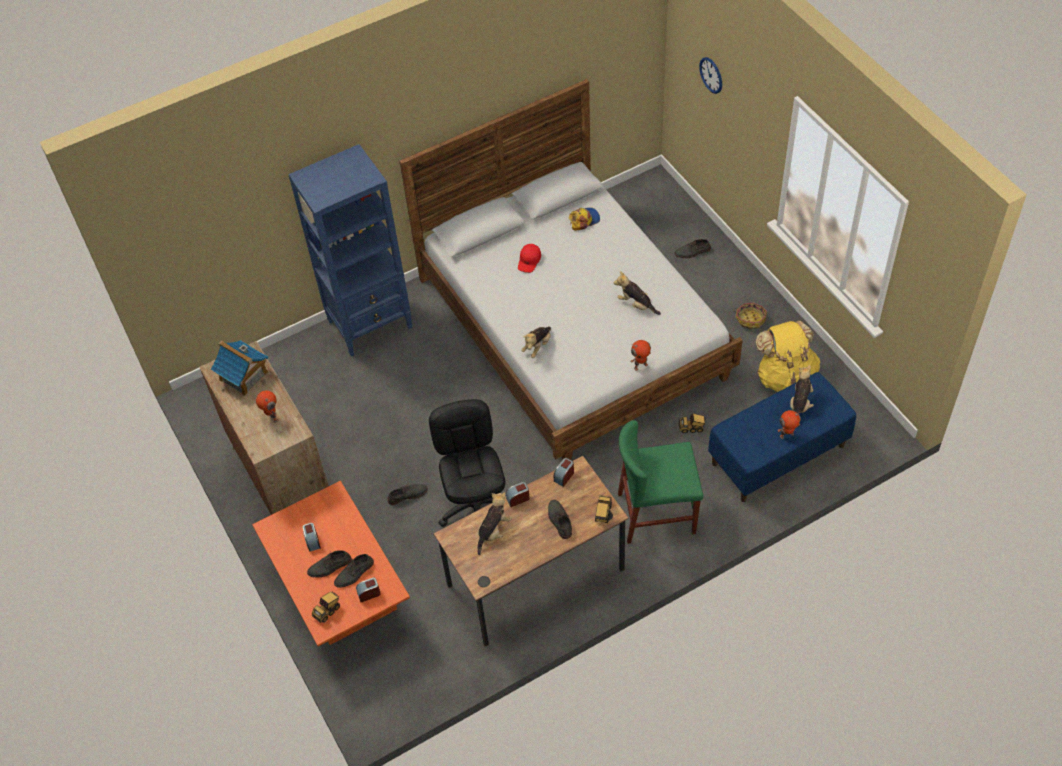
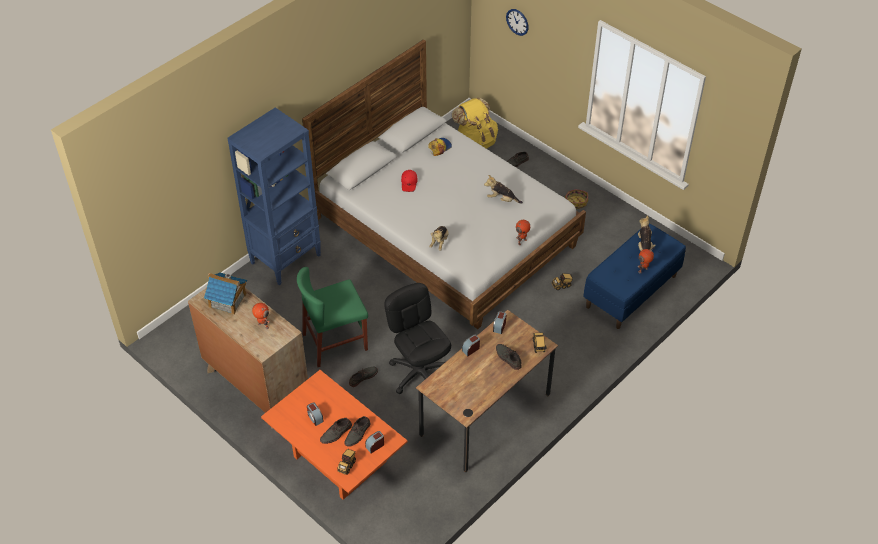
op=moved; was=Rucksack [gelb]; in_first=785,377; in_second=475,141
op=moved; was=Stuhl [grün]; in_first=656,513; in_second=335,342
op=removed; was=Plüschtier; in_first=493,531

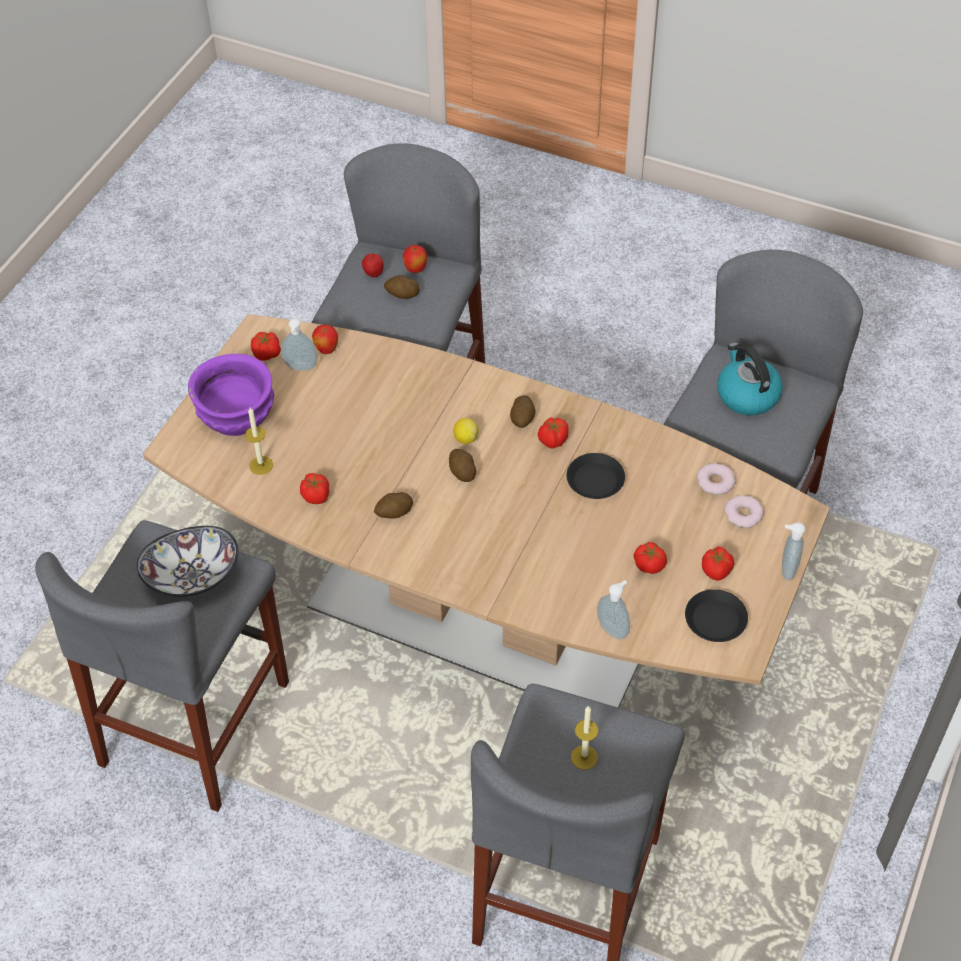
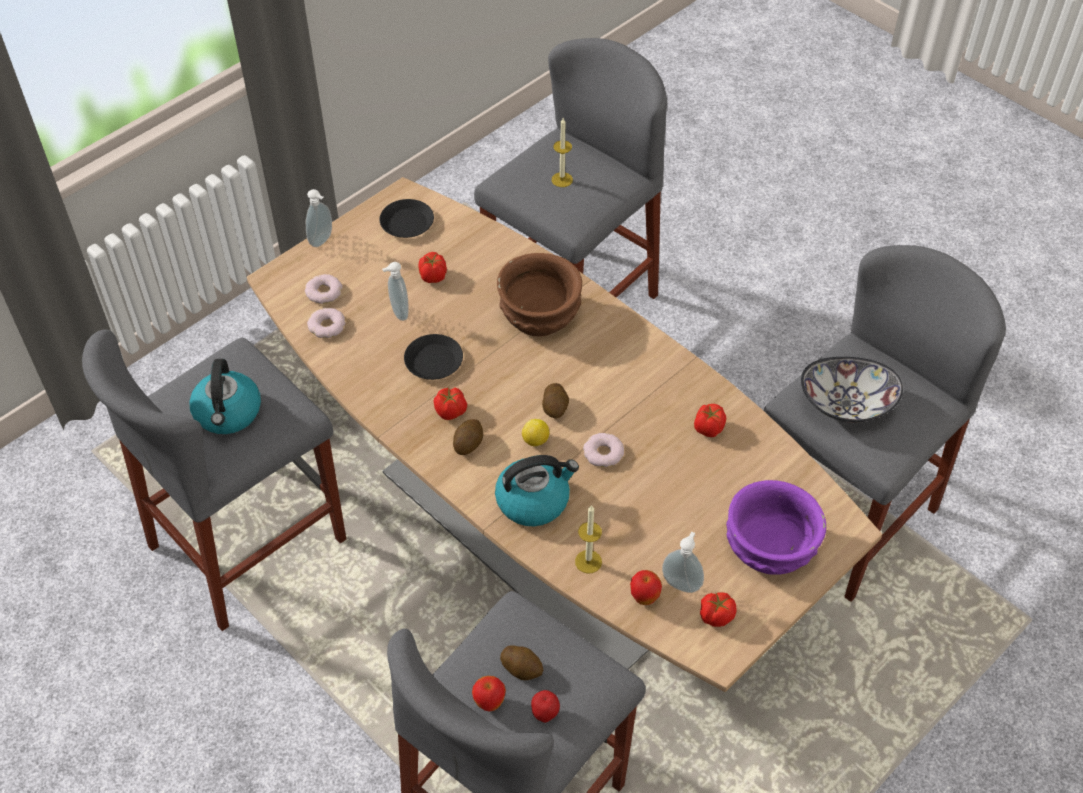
op=moved; was=Kerze; in_first=261,465; in_second=588,561
op=removed; was=Kartoffel; in_first=394,513
op=removed; was=Tomate; in_first=716,571
op=moved; was=Seifenspender; in_first=613,629; in_second=398,313
op=added; now=Schüssel [braun]; in_second=541,315
op=added; now=Donut; in_second=603,453
op=added; now=Wasserkessel; in_second=534,500

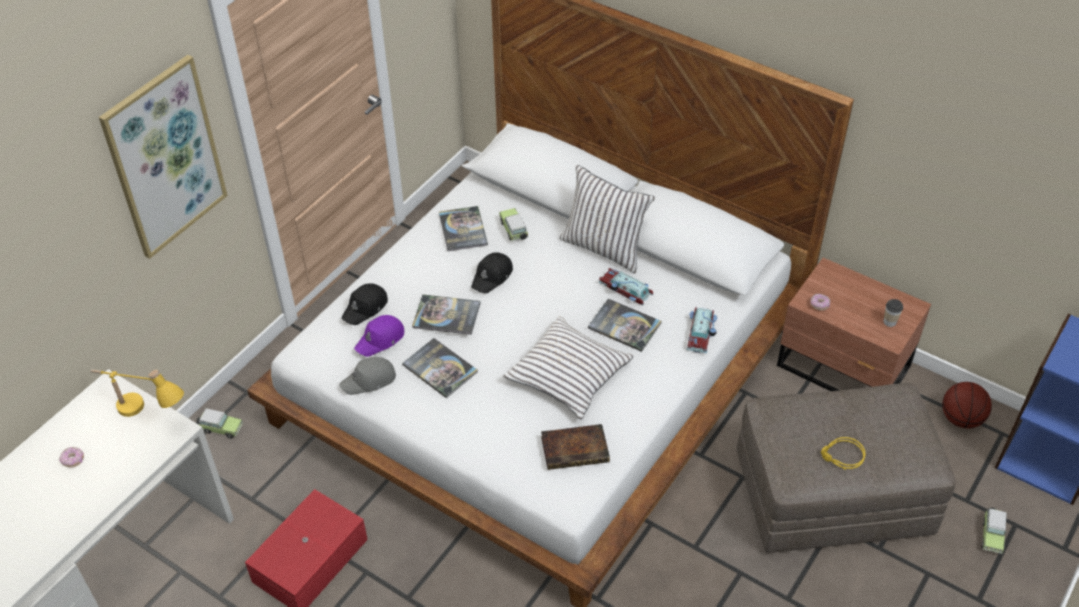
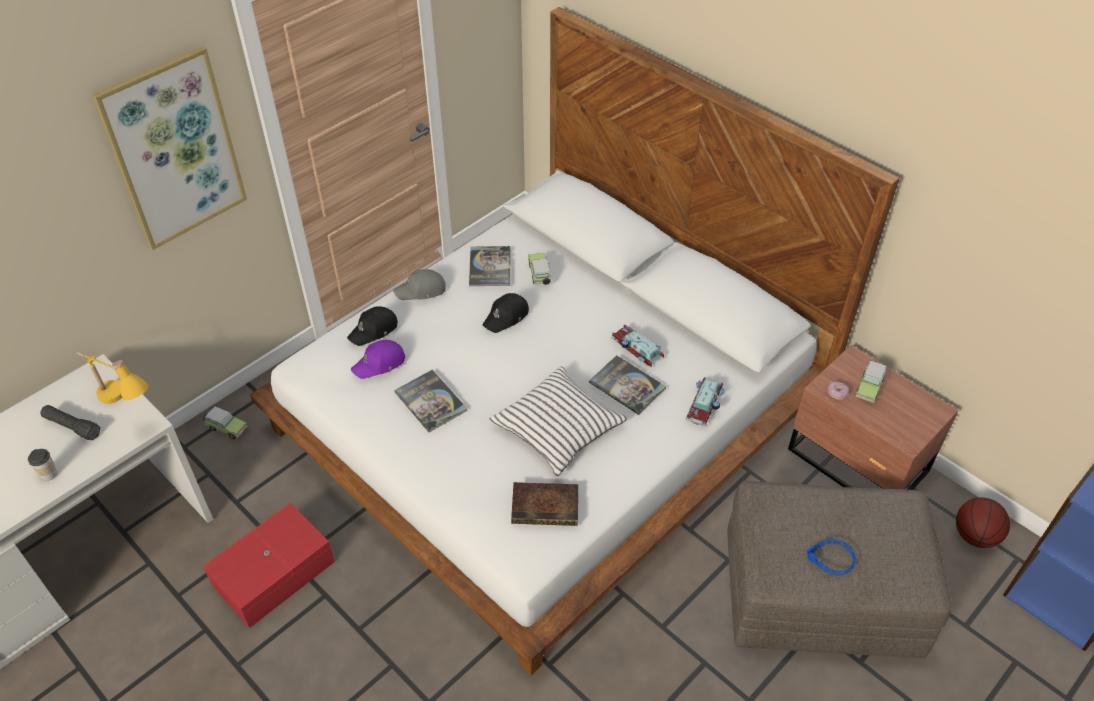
op=removed; was=Kissen [weiß]; in_first=604,247
op=removed; was=Buch; in_first=446,315
op=moved; was=Tasse; in_first=889,322; in_second=49,474
op=moved; was=Kappe [grau]; in_first=369,380; in_second=421,290
op=recoloured; was=Kopfhörer [gelb]; now=Kopfhörer [blau]; in_first=842,457; in_second=829,560
op=removed; was=Donut; in_first=73,460
op=moved; was=Spielzeugauto; in_first=992,535; in_second=869,387
op=added; now=Taschenlampe [schwarz]; in_second=72,427

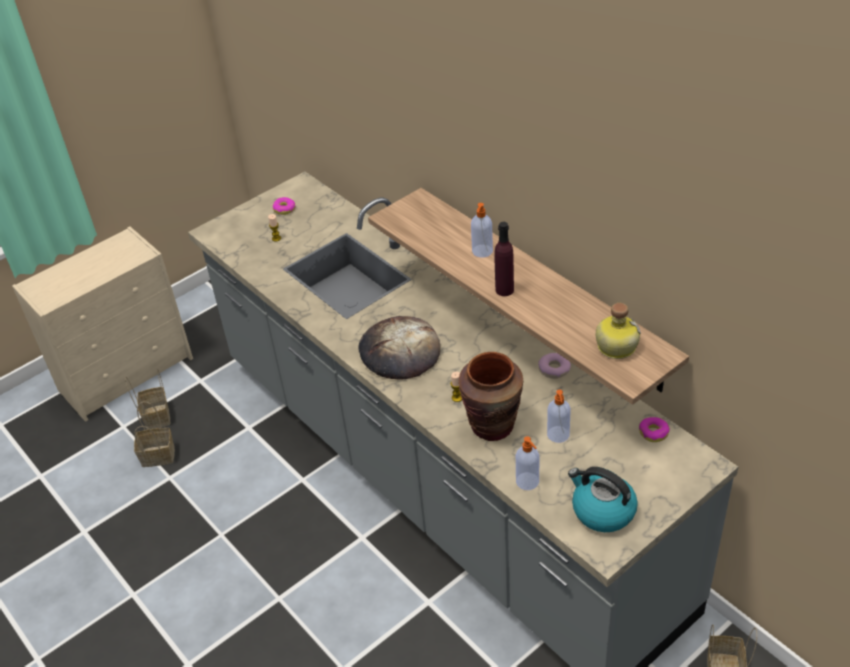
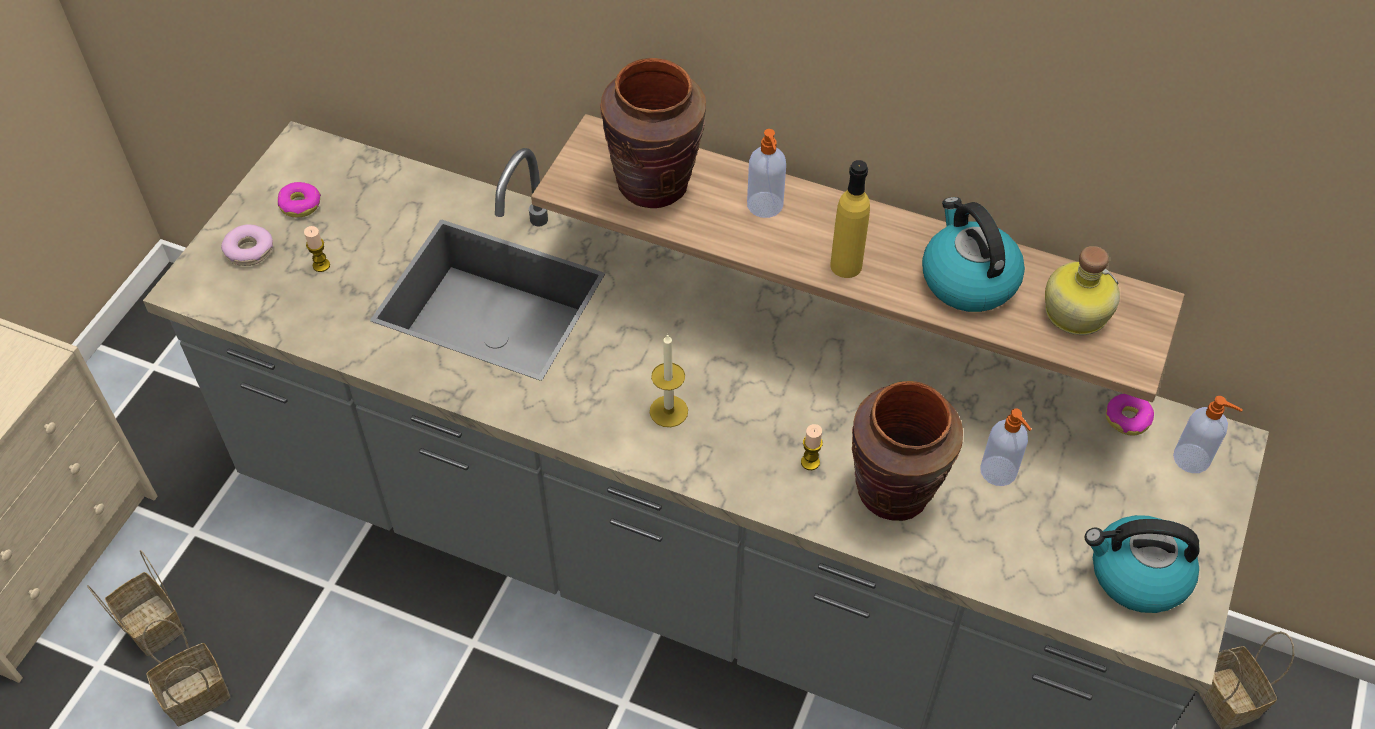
op=recoloured; was=Flasche [lila]; now=Flasche [gelb]; in_first=504,290; in_second=846,266
op=replaced; was=Brot; now=Kerze; in_first=400,351; in_second=668,411
op=moved; was=Donut; in_first=554,369; in_second=249,251
op=moved; was=Seifenspender; in_first=528,482; in_second=1193,459
op=added; now=Vase [braun]; in_second=654,185
op=added; now=Wasserkessel; in_second=967,279

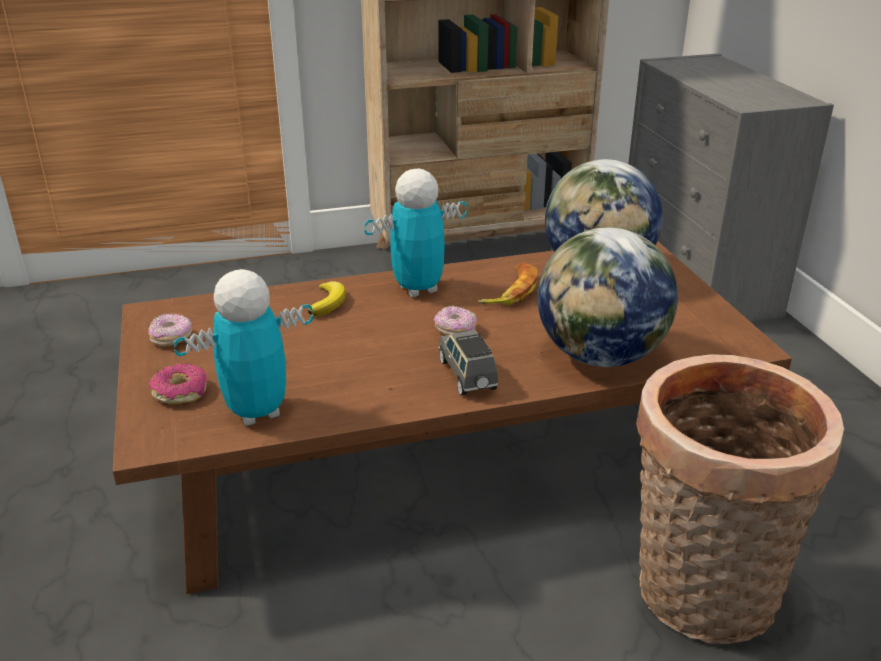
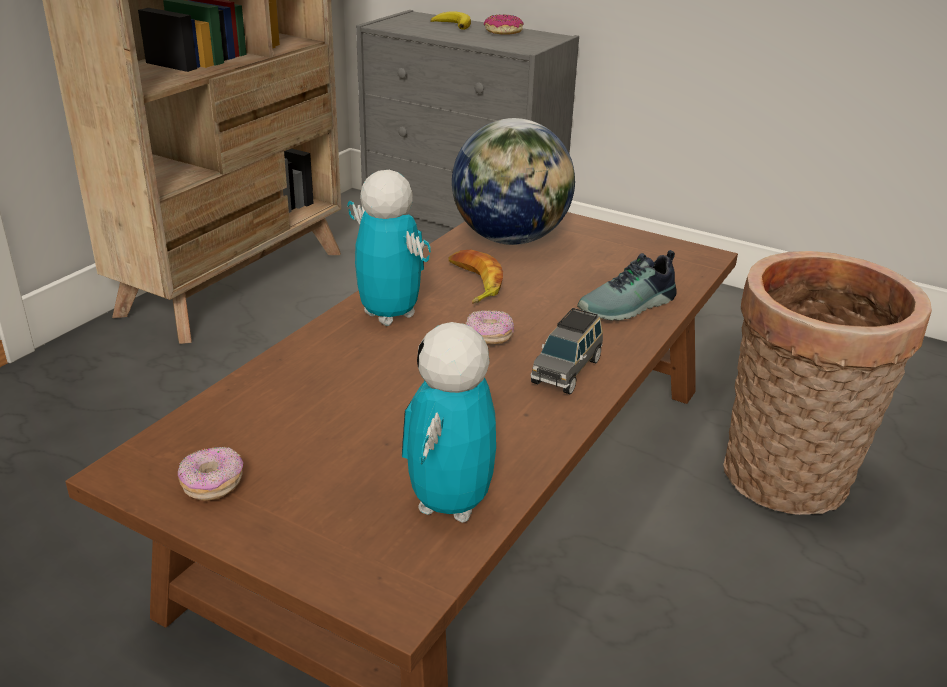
op=turned; was=Spielzeugroboter; in_first=417,289; in_second=389,315; clockwise=120
op=replaced; was=Globus; now=Schuh; in_first=600,356; in_second=629,307
op=moved; was=Banane; in_first=328,302; in_second=453,25
op=turned; was=Spielzeugauto [grau]; in_first=467,376; in_second=567,371; clockwise=-90
op=moved; was=Donut; in_first=180,392; in_second=503,32

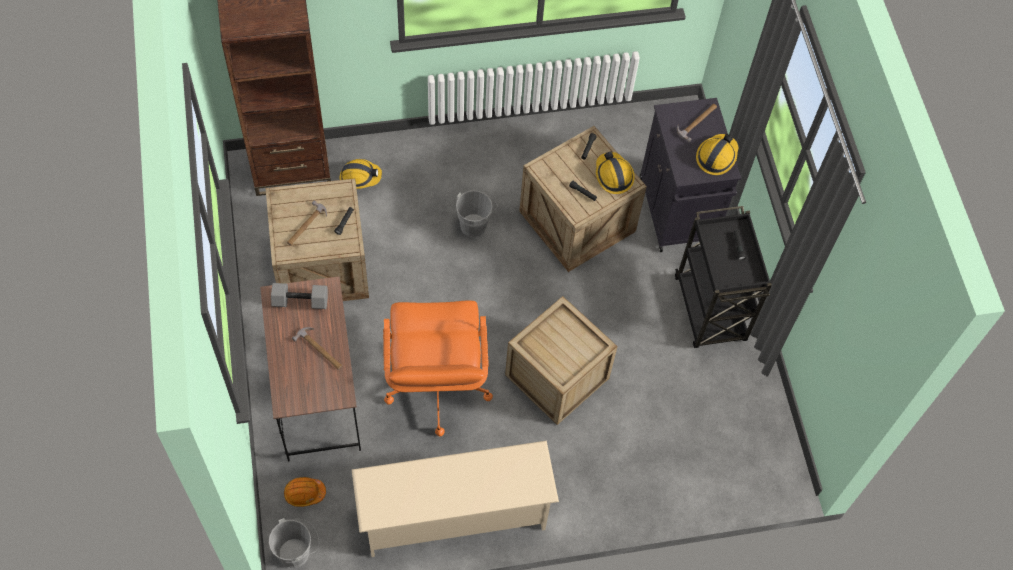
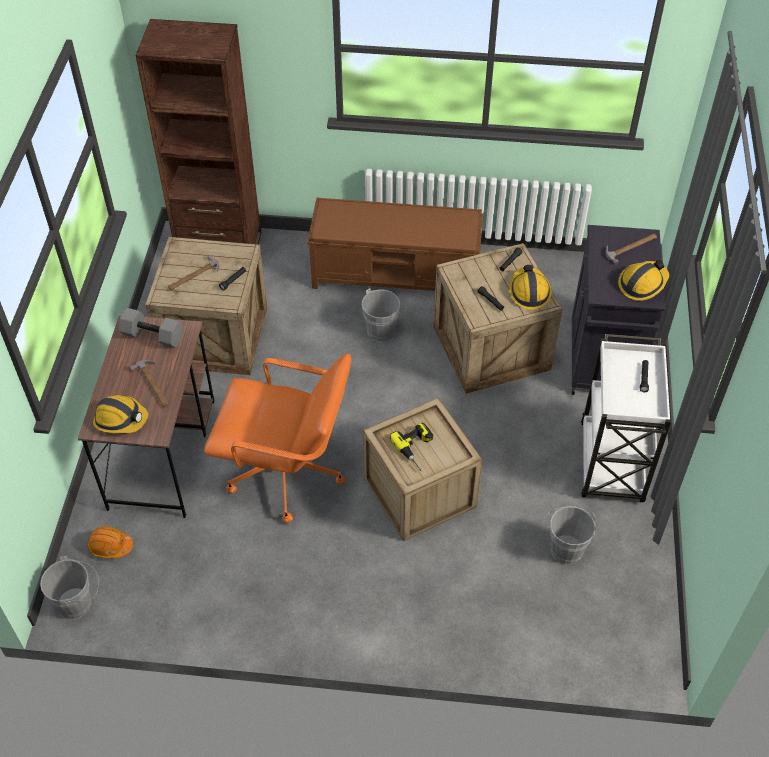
op=moved; was=Schutzhelm; in_first=360,177; in_second=121,419
op=recoloured; was=Rollwagen [schwarz]; now=Rollwagen [weiß]; in_first=710,311; in_second=611,464
op=turned; was=Bürostuhl [orange]; in_first=436,387; in_second=287,474; clockwise=-90
op=removed; was=Schuhregal [beige]; in_first=454,514
op=added; now=Bank [braun]; in_second=396,275
op=added; now=Bohrmaschine; in_second=418,449
op=added; now=Eimer [grau]; in_second=564,547

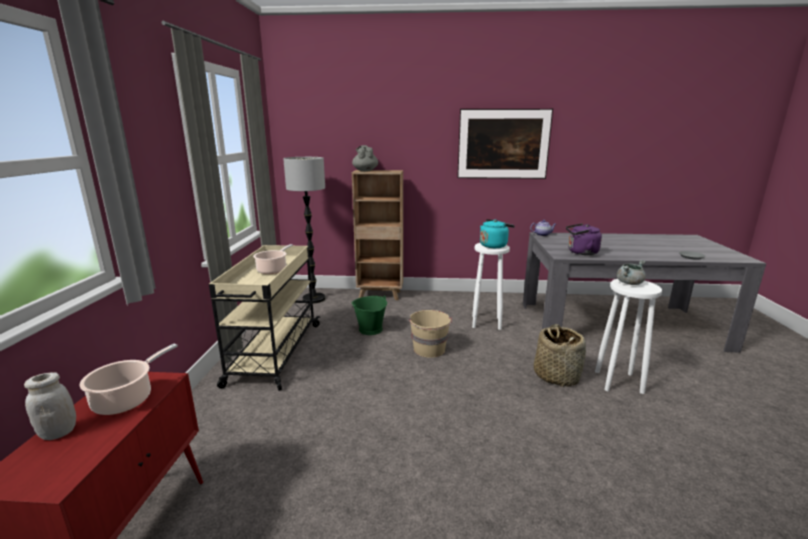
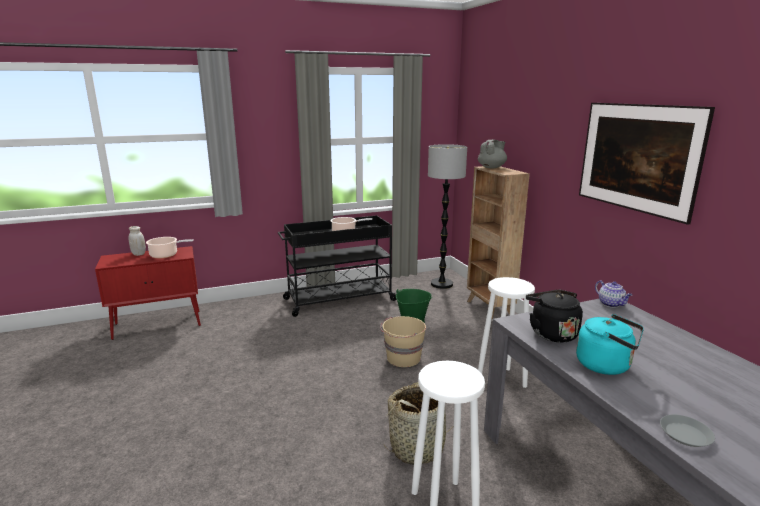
op=moved; was=Wasserkessel [türkis]; in_first=494,245; in_second=606,365
op=recoloured; was=Wasserkessel [lila]; now=Wasserkessel [schwarz]; in_first=580,252; in_second=551,333
op=recoloured; was=Rollwagen [beige]; now=Rollwagen [schwarz]; in_first=274,354; in_second=338,300
op=removed; was=Kochtopf [grau]; in_first=629,283

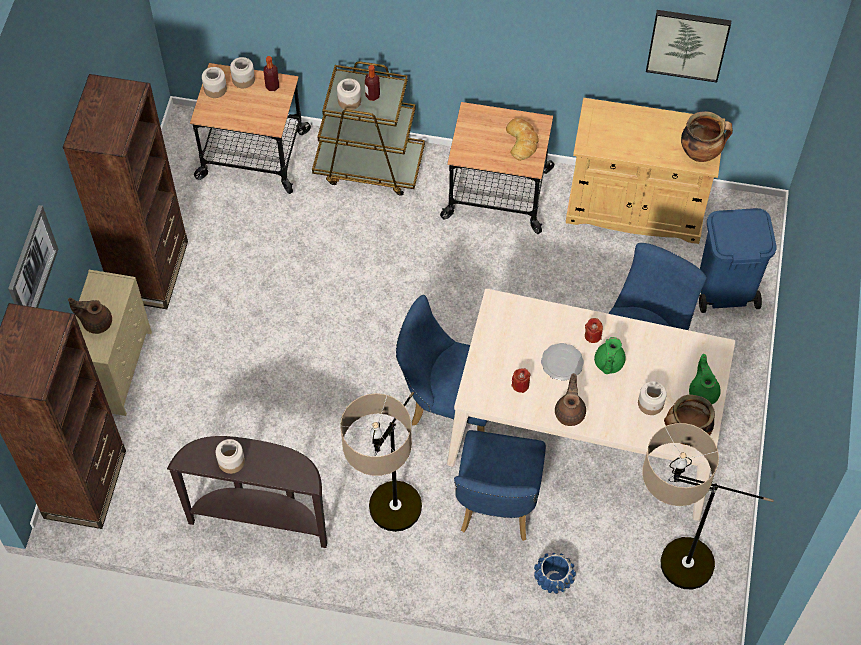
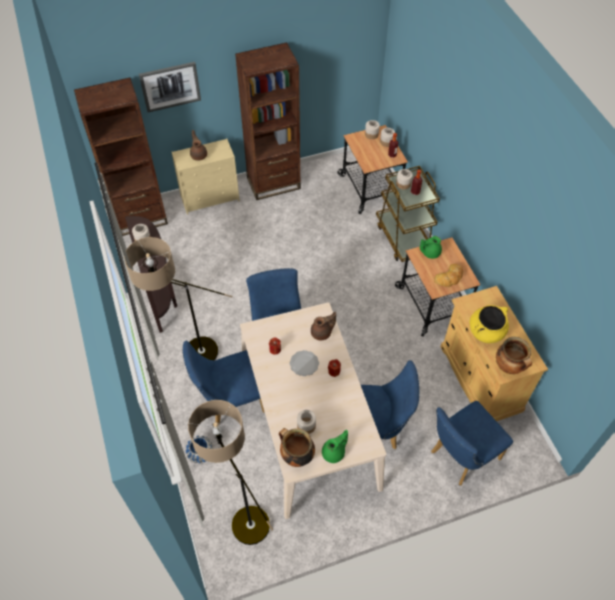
op=removed; was=Bild; in_first=687,44
op=replaced; was=Mülleimer [blau]; now=Stuhl [blau]; in_first=724,289; in_second=460,456
op=moved; was=Teekanne [grün]; in_first=608,363; in_second=430,252
op=moved; was=Teekanne [braun]; in_first=570,412; in_second=322,333
op=added; now=Kochtopf [gelb]; in_second=486,331

